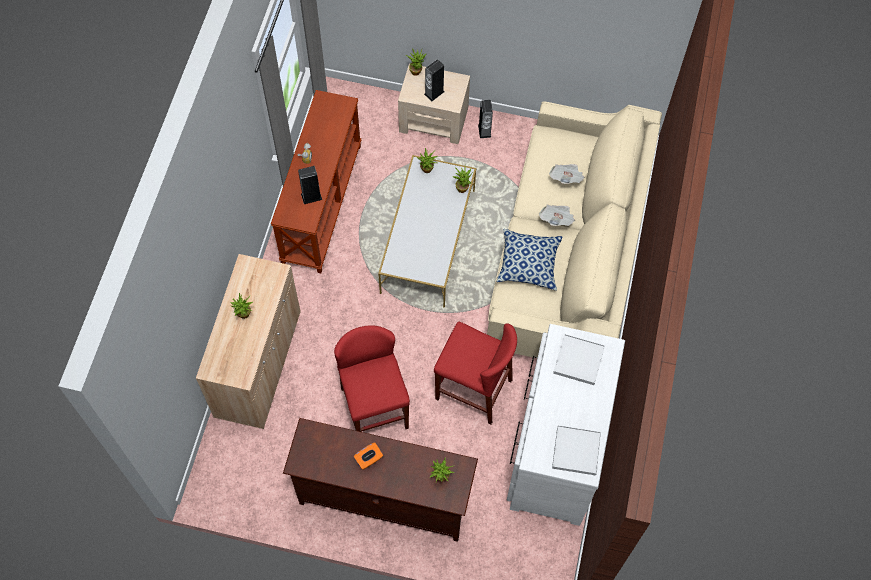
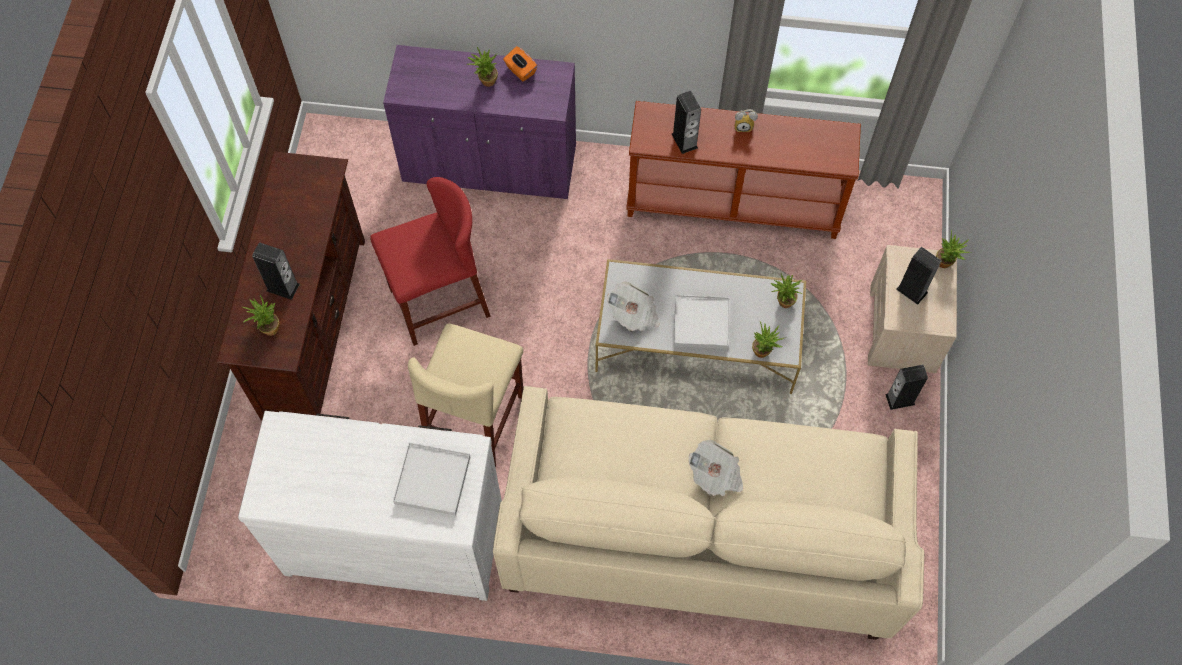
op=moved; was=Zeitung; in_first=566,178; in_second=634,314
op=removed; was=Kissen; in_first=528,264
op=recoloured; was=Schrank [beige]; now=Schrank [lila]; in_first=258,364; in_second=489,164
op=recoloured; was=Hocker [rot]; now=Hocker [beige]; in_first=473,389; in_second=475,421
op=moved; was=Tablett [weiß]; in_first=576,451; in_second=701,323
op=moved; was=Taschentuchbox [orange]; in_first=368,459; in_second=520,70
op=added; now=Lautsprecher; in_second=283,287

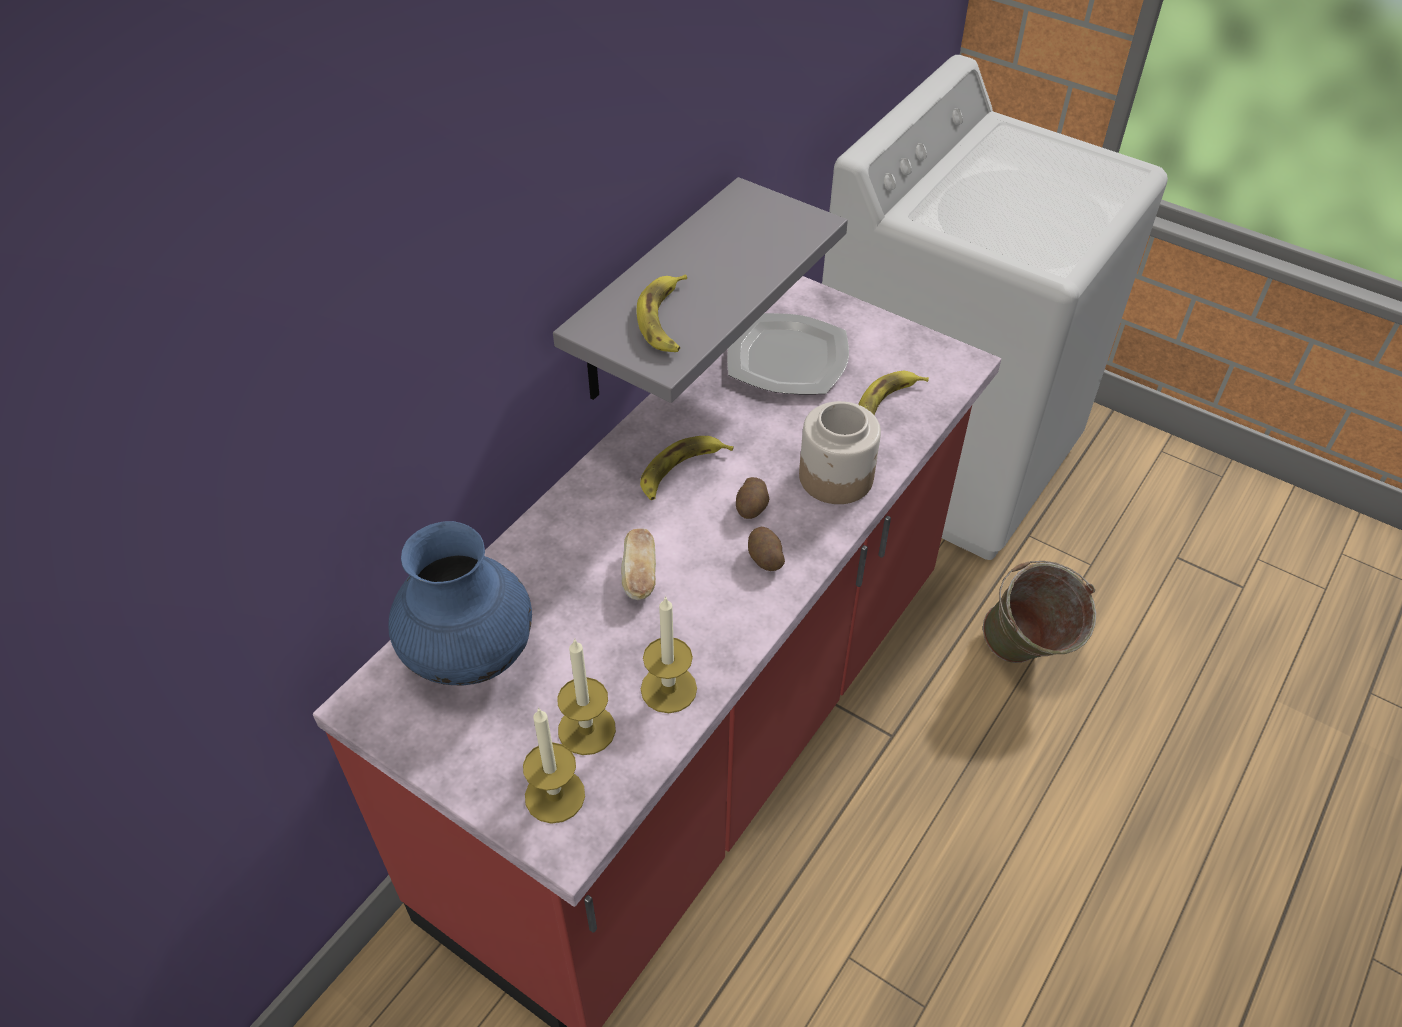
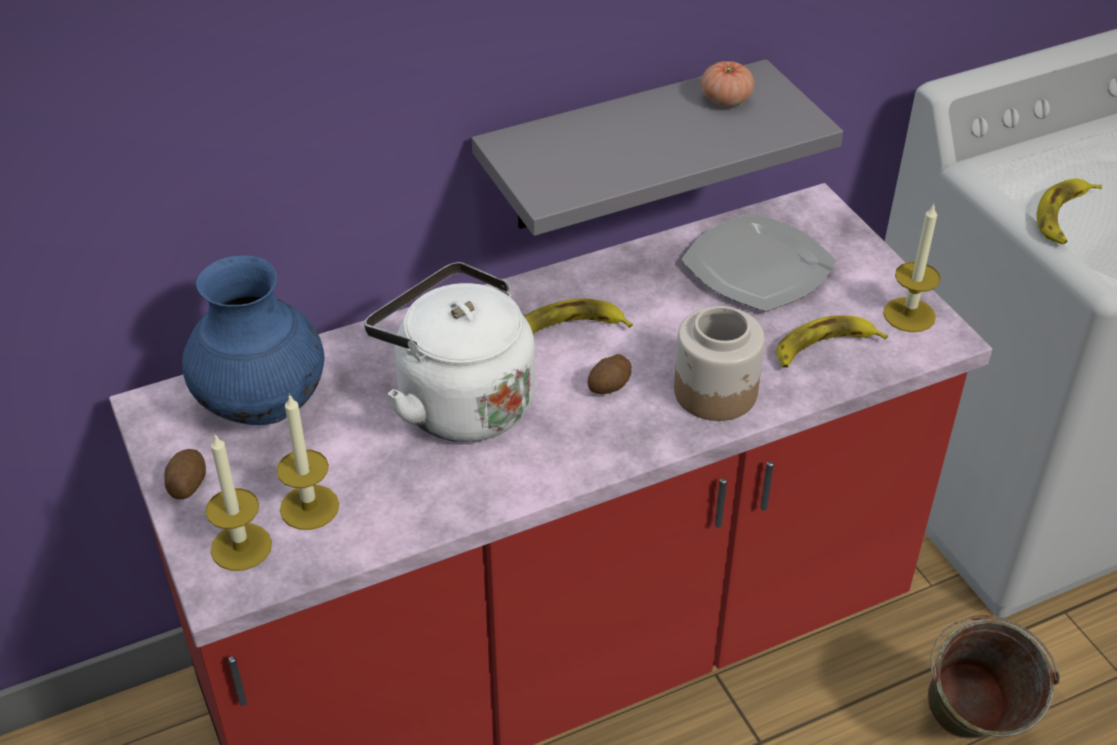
op=moved; was=Banane; in_first=665,320; in_second=1064,216
op=moved; was=Kartoffel; in_first=764,558; in_second=186,485
op=replaced; was=Brot; now=Wasserkessel [weiß]; in_first=640,575; in_second=458,401
op=moved; was=Kerze; in_first=668,689; in_second=909,315
op=added; now=Tomate; in_second=726,100

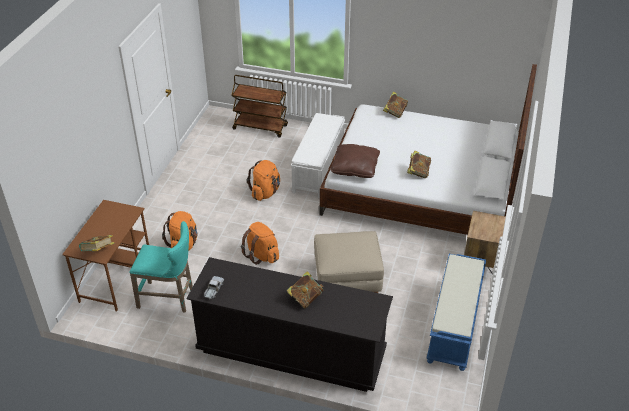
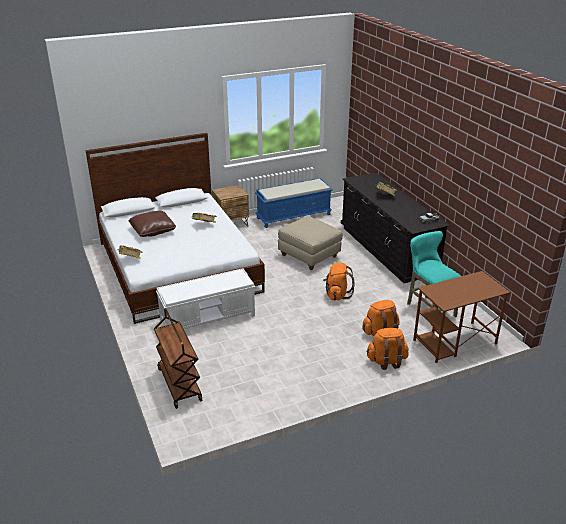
op=moved; was=Kissen [braun]; in_first=355,168; in_second=153,230
op=moved; was=Rucksack [orange]; in_first=265,192; in_second=386,361
op=removed; was=Buch; in_first=98,252

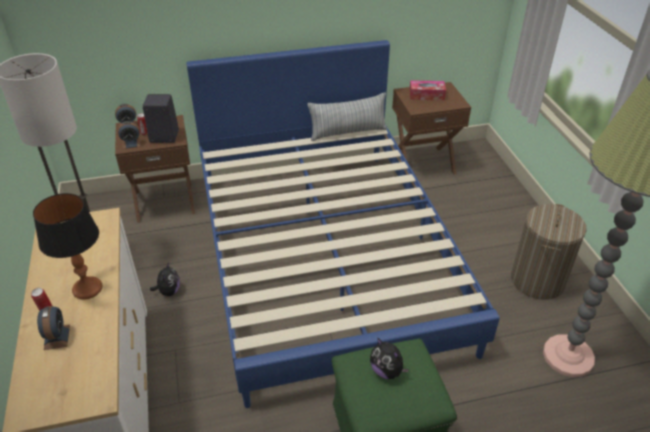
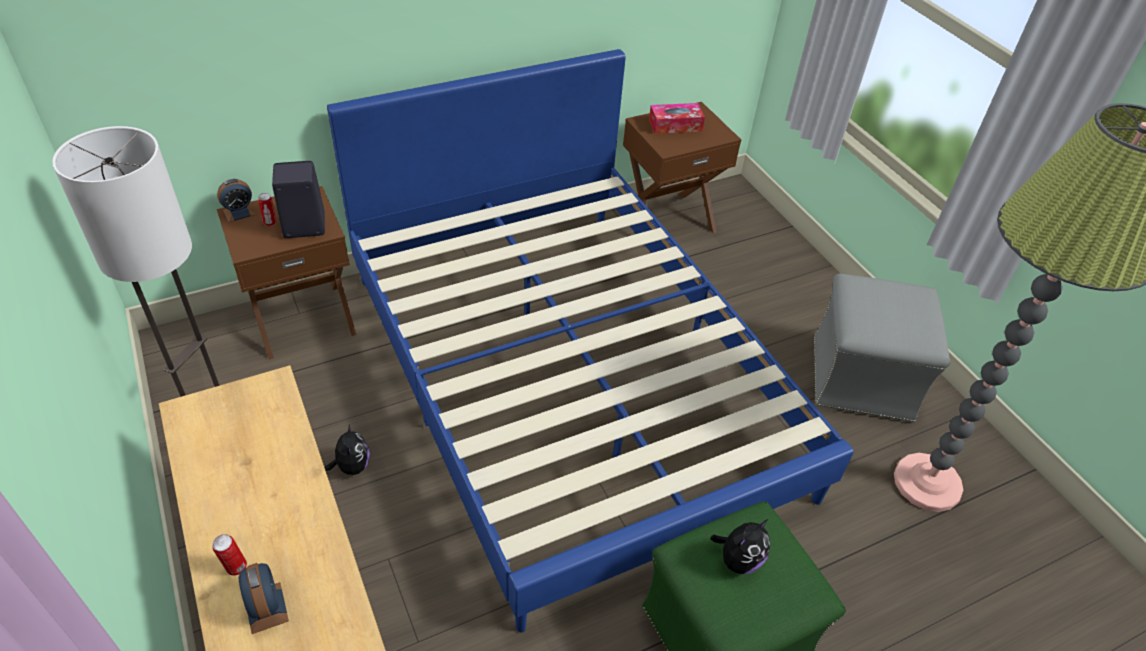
op=removed; was=Kissen; in_first=348,132
op=removed; was=Wecker; in_first=131,143
op=removed; was=Tischlampe; in_first=88,289
op=replaced; was=Wäschekorb; now=Polsterhocker [grau]; in_first=537,280; in_second=862,379
op=turned; was=Plüschtier; in_first=387,371; in_second=738,560; clockwise=-75

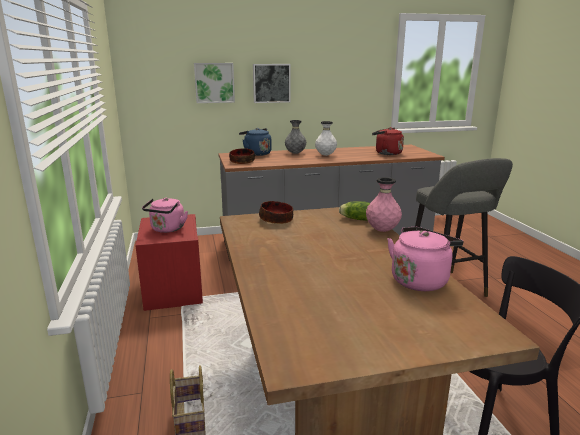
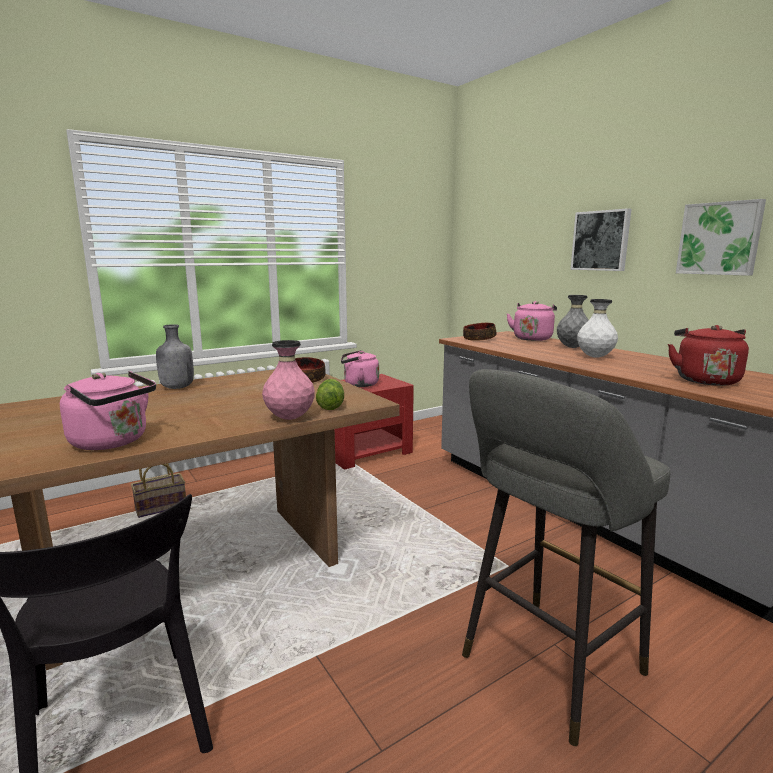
op=moved; was=Bild; in_first=214,82; in_second=719,238
op=recoloured; was=Wasserkessel [blau]; now=Wasserkessel [rosa]; in_first=256,154; in_second=532,338
op=added; now=Flasche [grau]; in_second=176,387

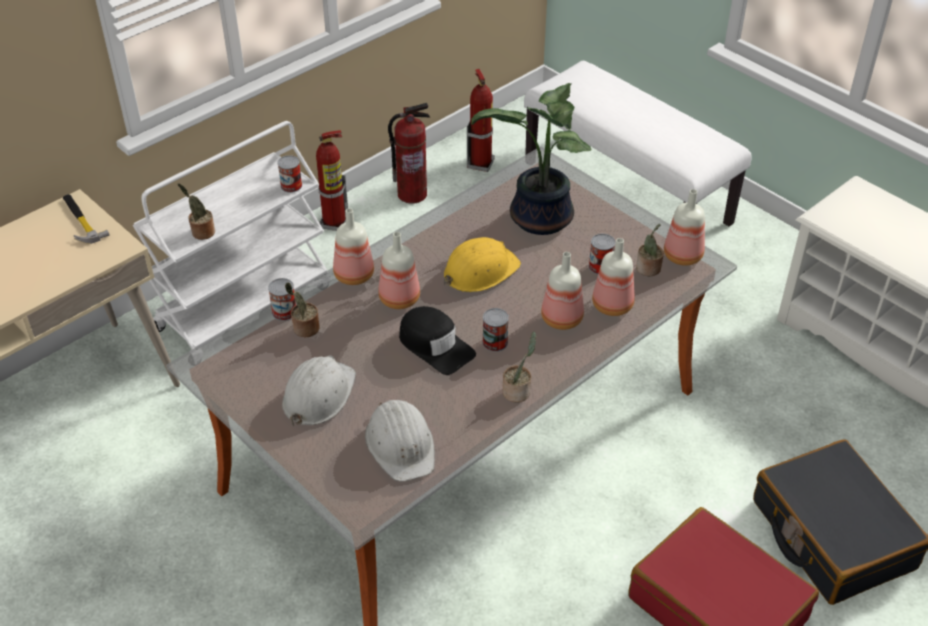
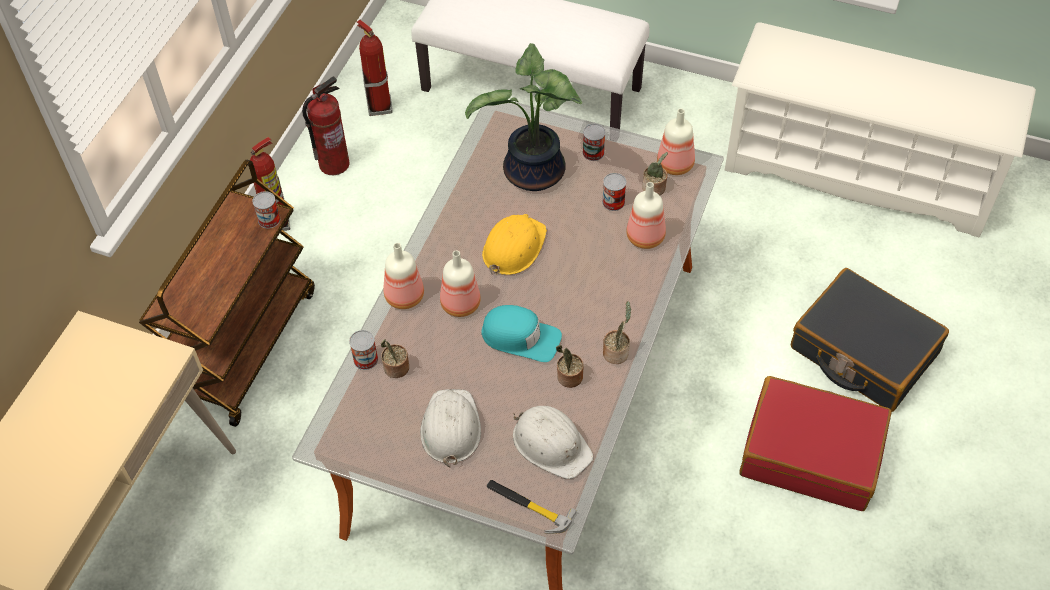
op=recoloured; was=Rollwagen [weiß]; now=Rollwagen [braun]; in_first=244,306; in_second=245,345
op=moved; was=Topfpflanze; in_first=201,232; in_second=568,378
op=moved; was=Hammer; in_first=80,220; in_second=528,506
op=removed; was=Flasche; in_first=561,318
op=recoloured; was=Kappe [schwarz]; now=Kappe [türkis]; in_first=435,345; in_second=521,337
op=moved; was=Dose; in_first=495,342; in_second=593,152

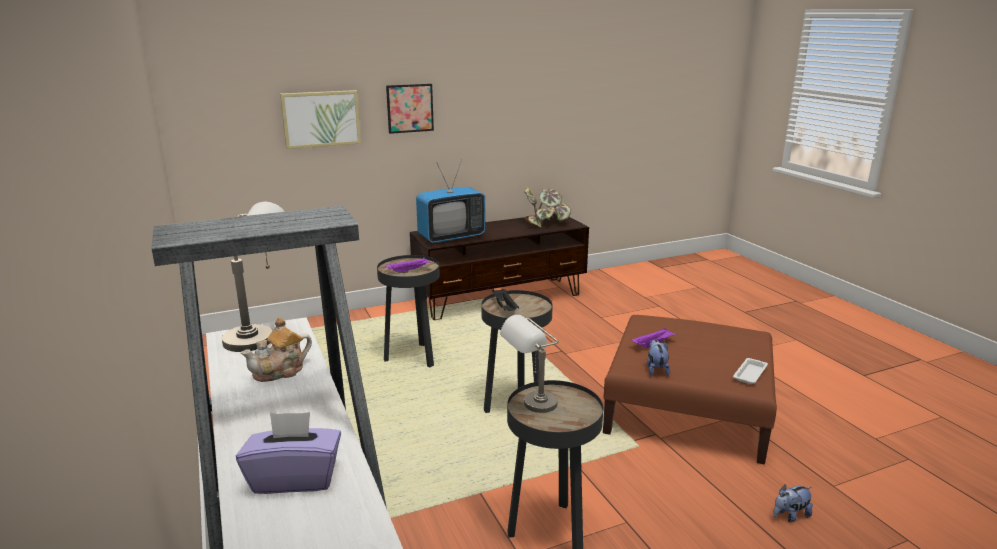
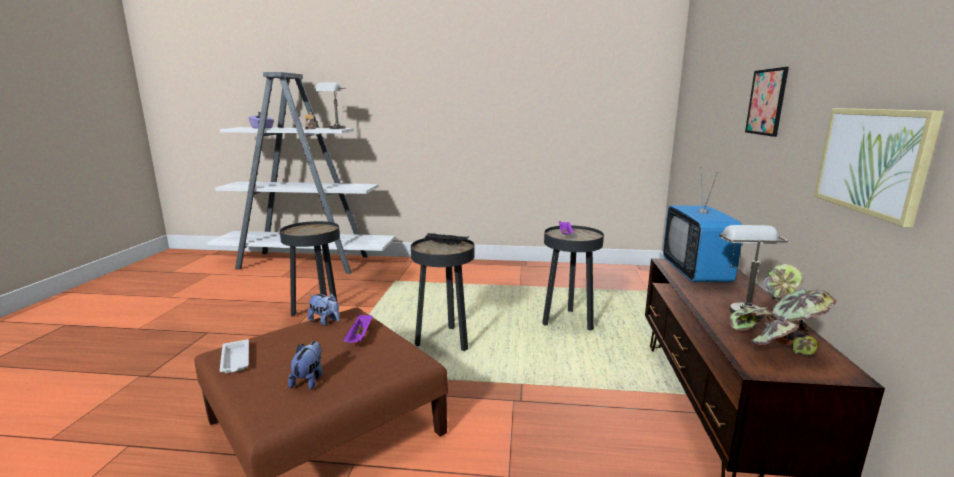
op=moved; was=Bild; in_first=321,119; in_second=872,161
op=moved; was=Tischlampe [grau]; in_first=530,407; in_second=740,308
op=moved; was=Plüschtier; in_first=790,515; in_second=309,380

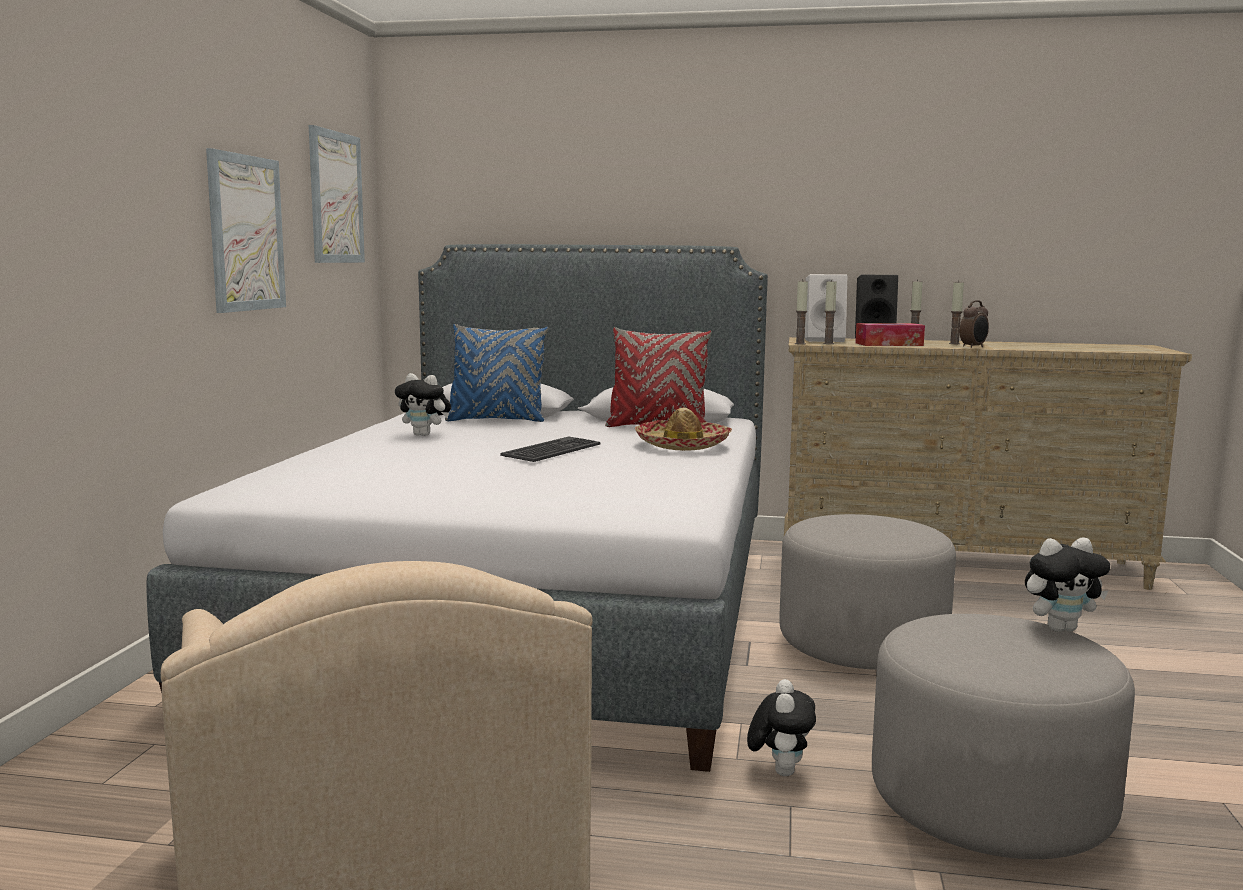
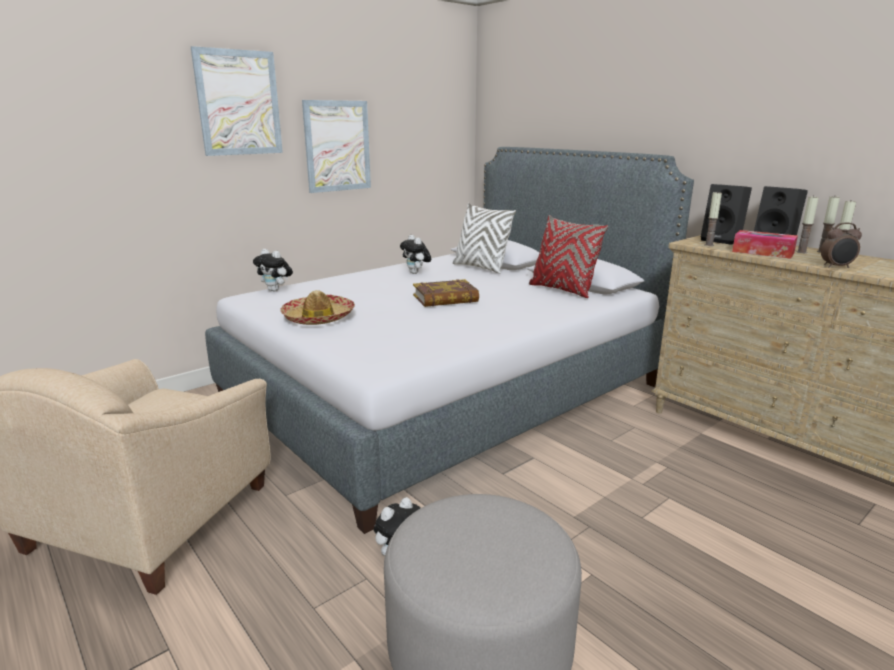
op=moved; was=Bild; in_first=336,197; in_second=239,103
op=recoloured; was=Lautsprecher [weiß]; now=Lautsprecher [schwarz]; in_first=824,340; in_second=722,240
op=moved; was=Kerze; in_first=800,344; in_second=822,252
op=recoloured; was=Kissen [blau]; now=Kissen [weiß]; in_first=496,420; in_second=481,267
op=moved; was=Hut; in_first=682,445; in_second=318,318
op=replaced; was=Tastatur; now=Buch; in_first=553,450; in_second=445,298
op=removed; was=Polsterhocker [grau]; in_first=862,642
op=moved; was=Plüschtier; in_first=1061,628; in_second=276,290

